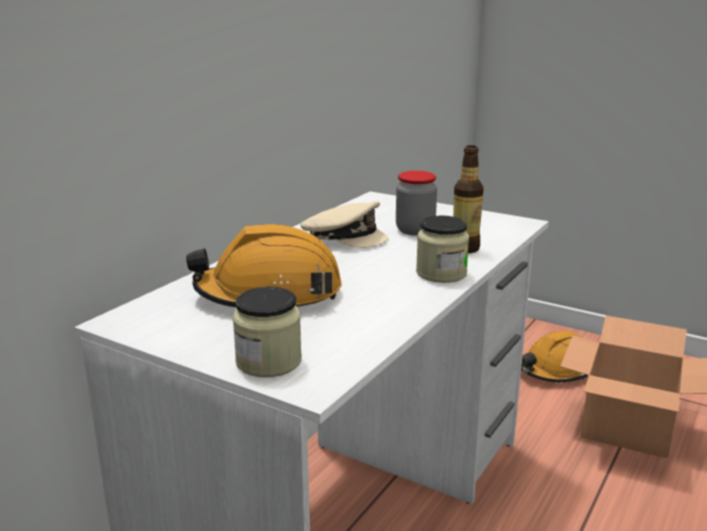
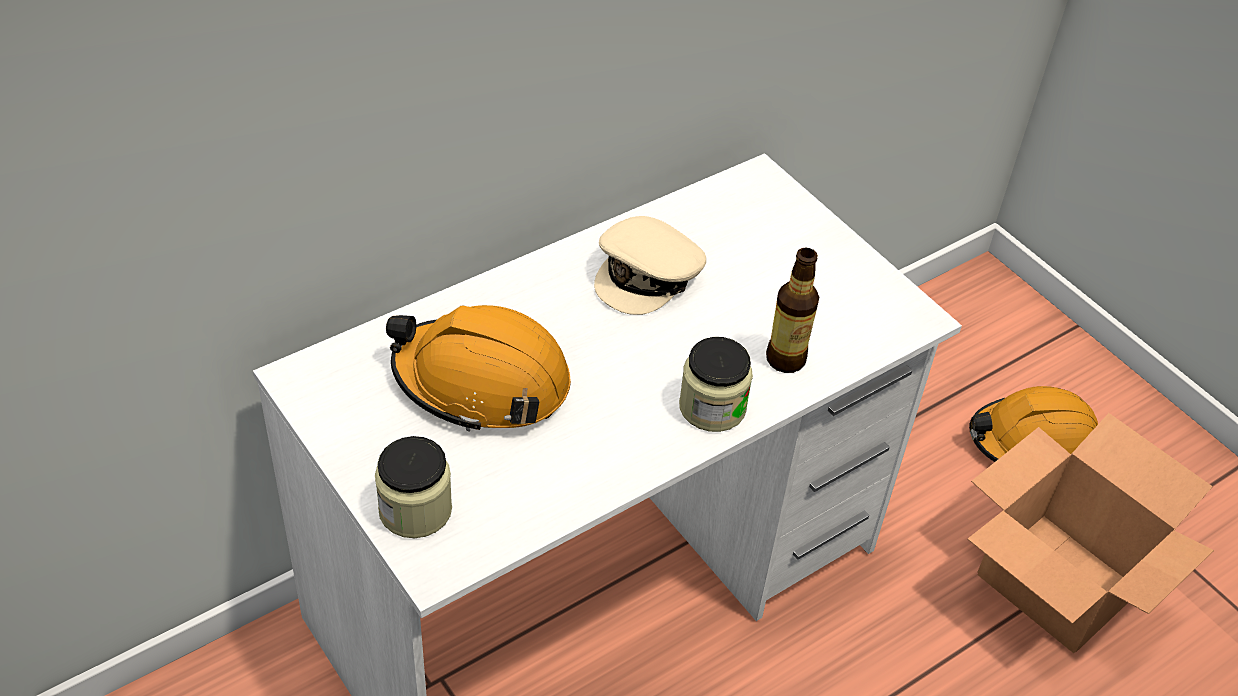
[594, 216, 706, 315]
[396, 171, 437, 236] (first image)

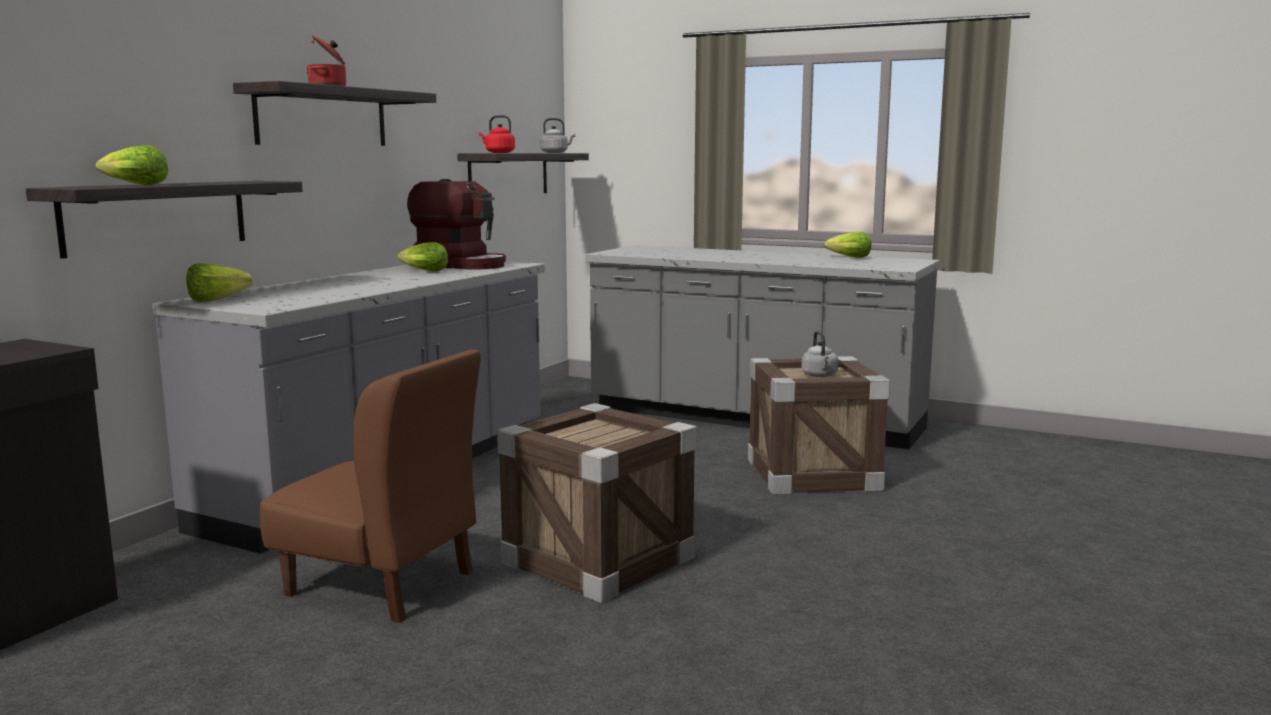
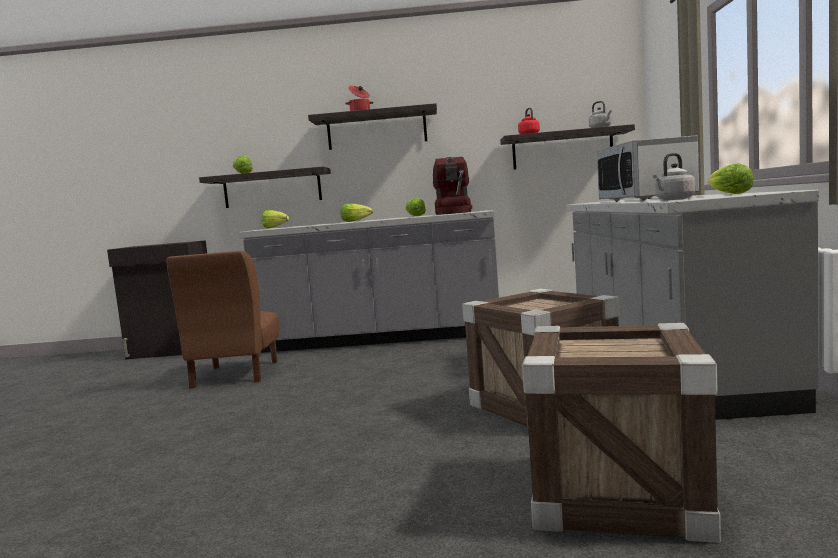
[340, 204, 373, 222]
[522, 323, 721, 543]
[597, 135, 699, 202]
[653, 153, 696, 200]

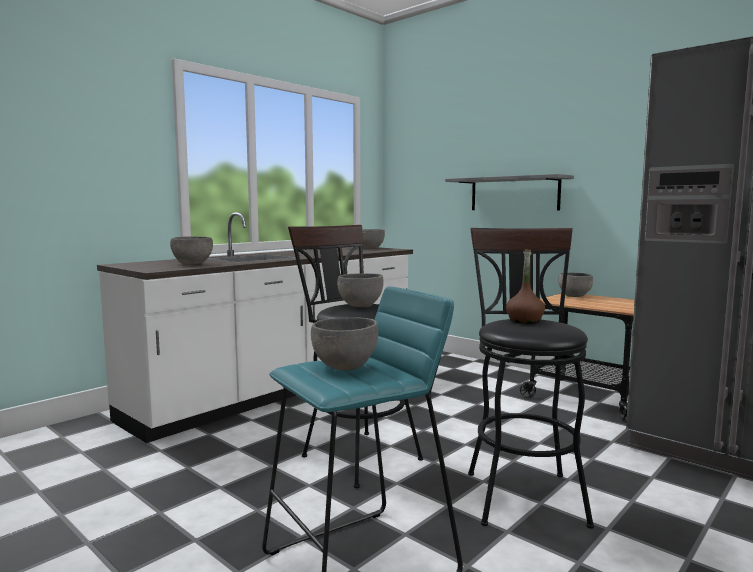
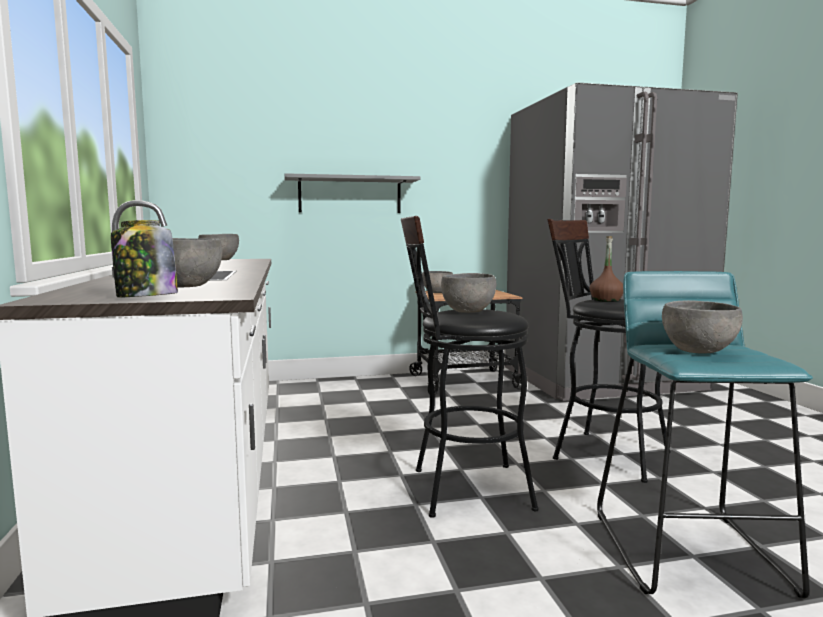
[111, 220, 178, 298]

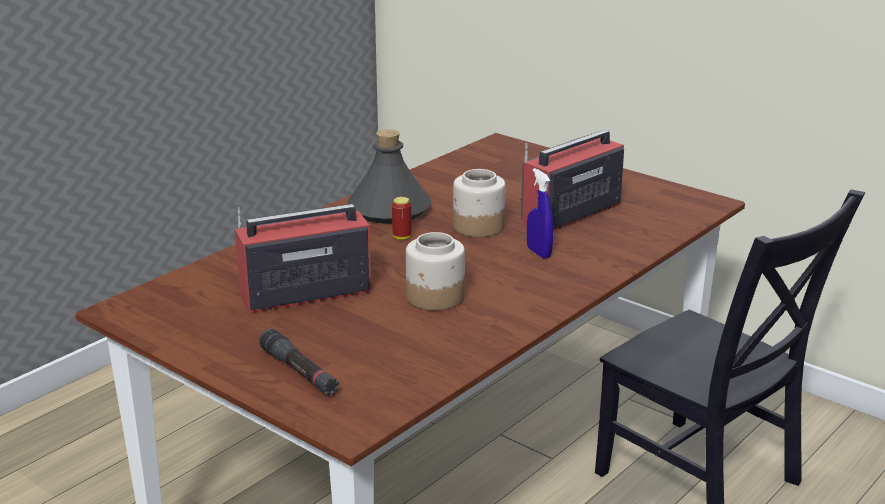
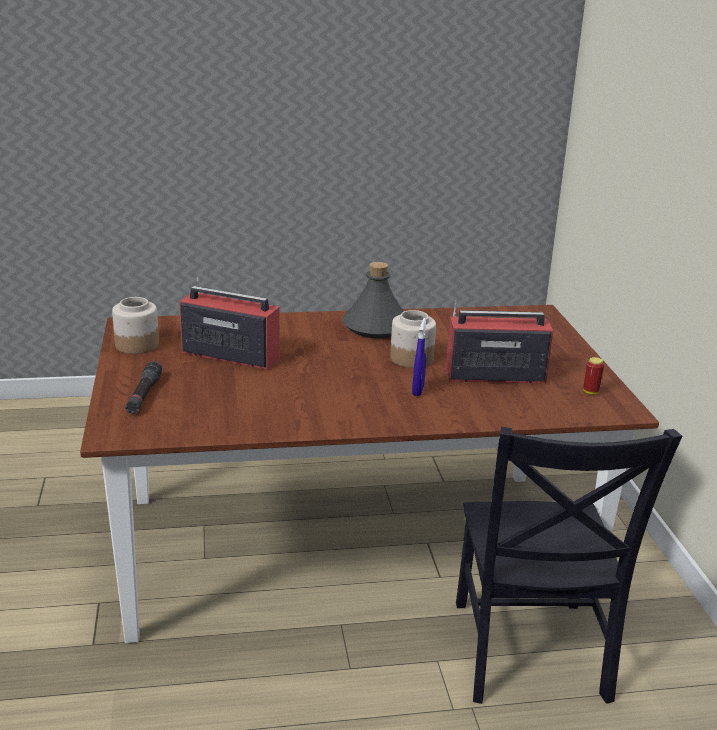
[112, 297, 159, 354]
[583, 357, 604, 395]

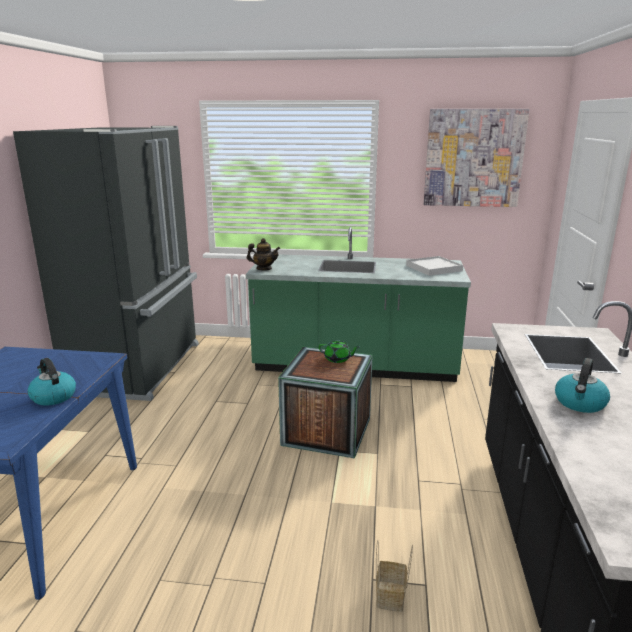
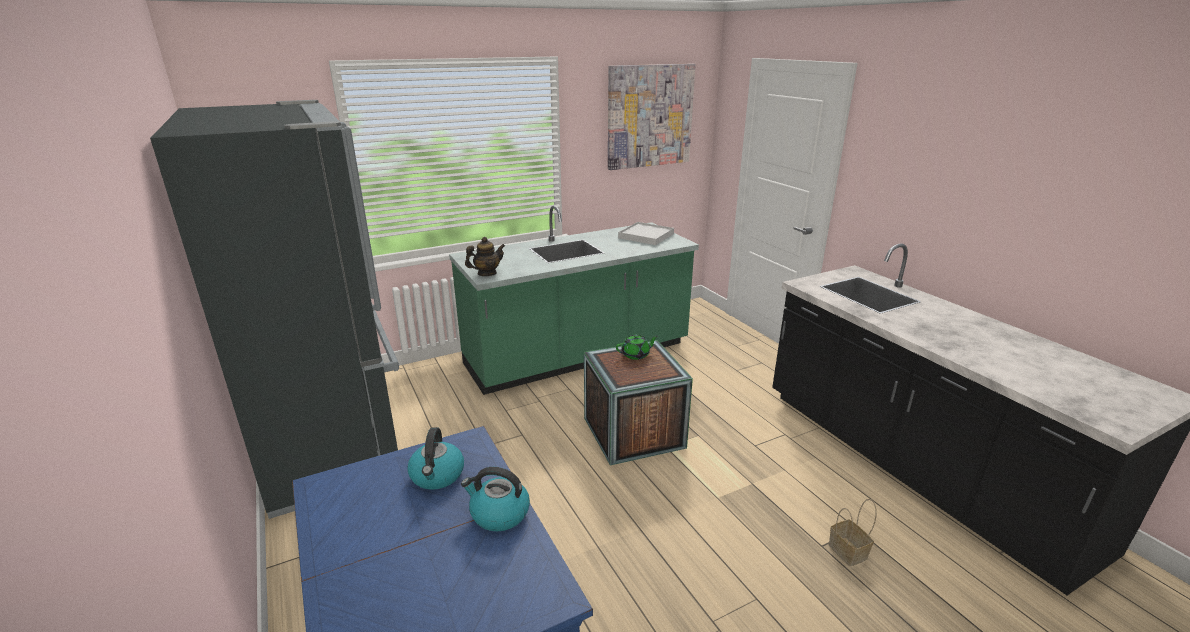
[407, 427, 464, 490]

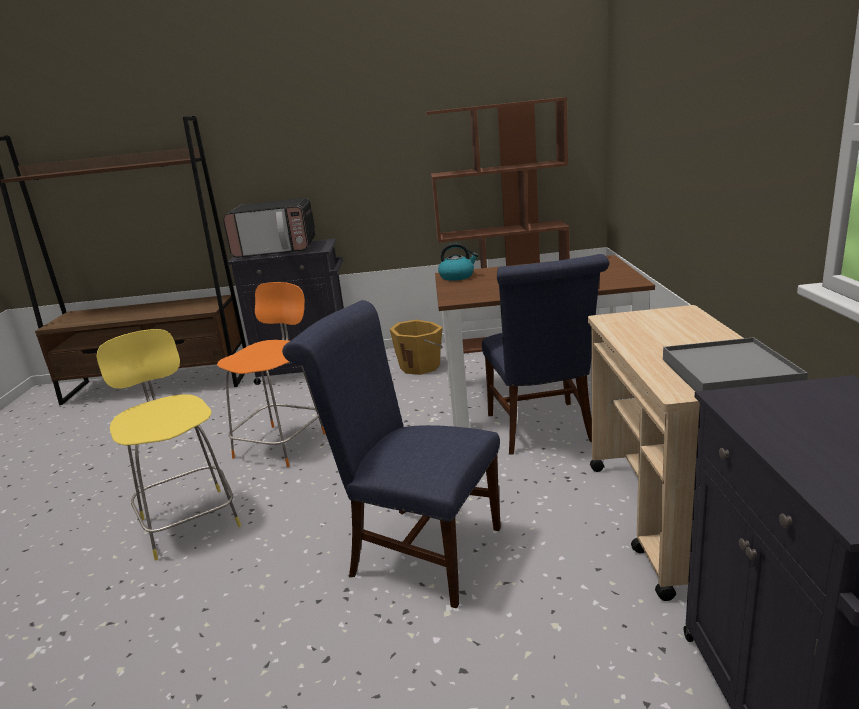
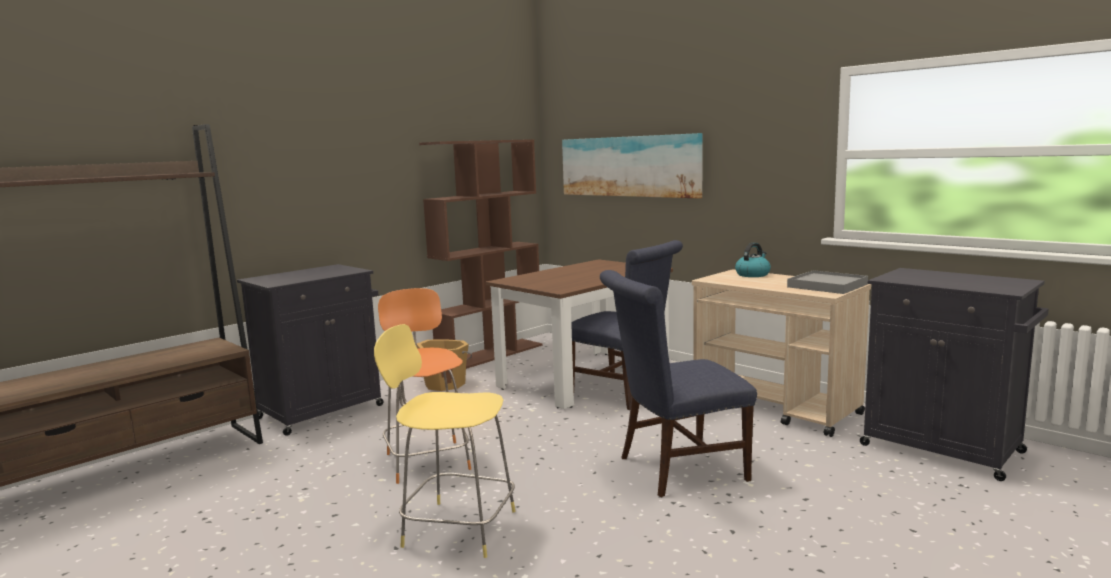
[562, 133, 703, 198]
[735, 242, 771, 277]
[223, 198, 315, 258] (first image)

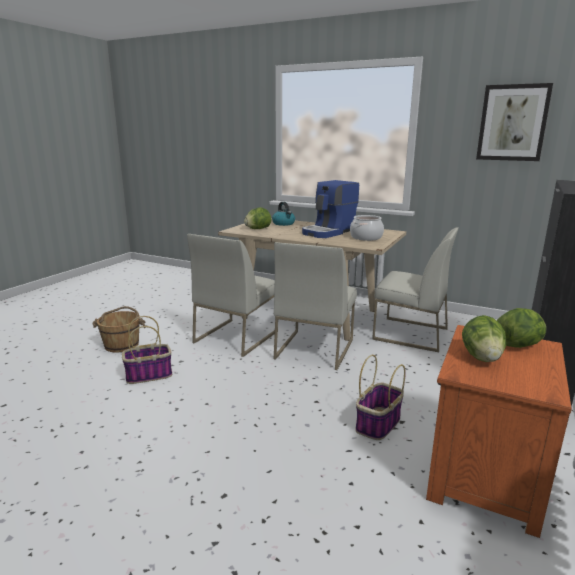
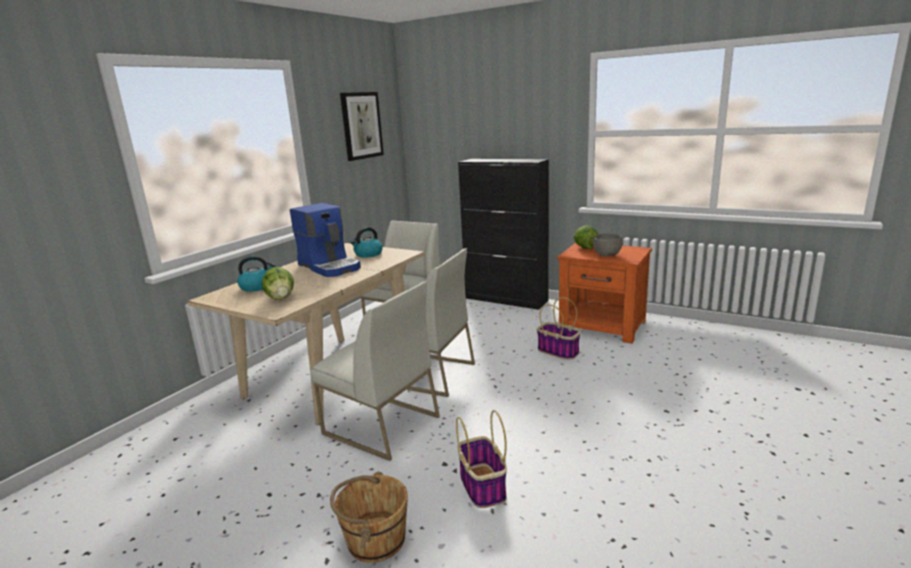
[350, 227, 383, 258]
[593, 233, 623, 257]

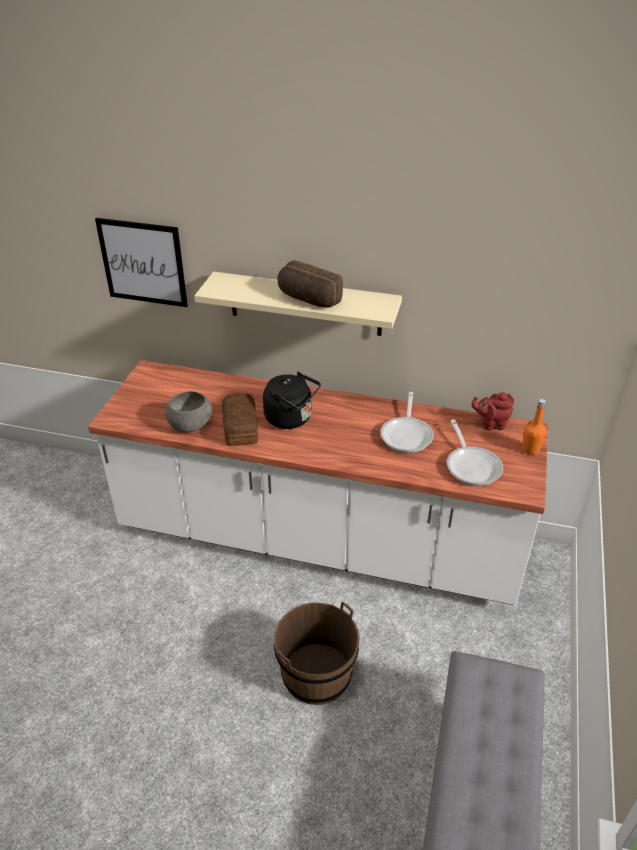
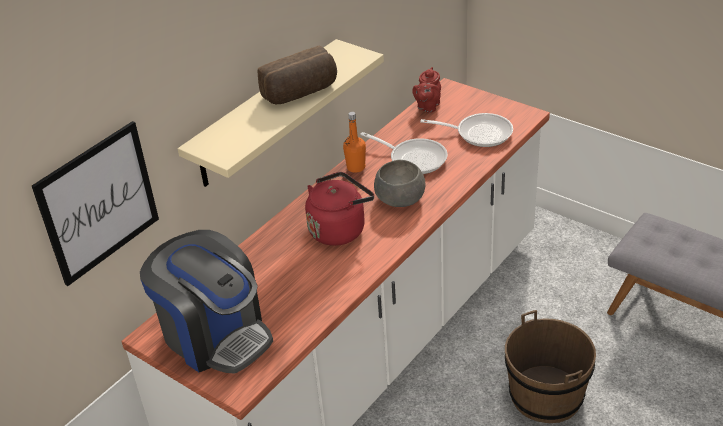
[140, 230, 273, 374]
[305, 172, 374, 246]
[343, 112, 366, 173]
[374, 160, 425, 207]
[222, 393, 258, 446] (first image)

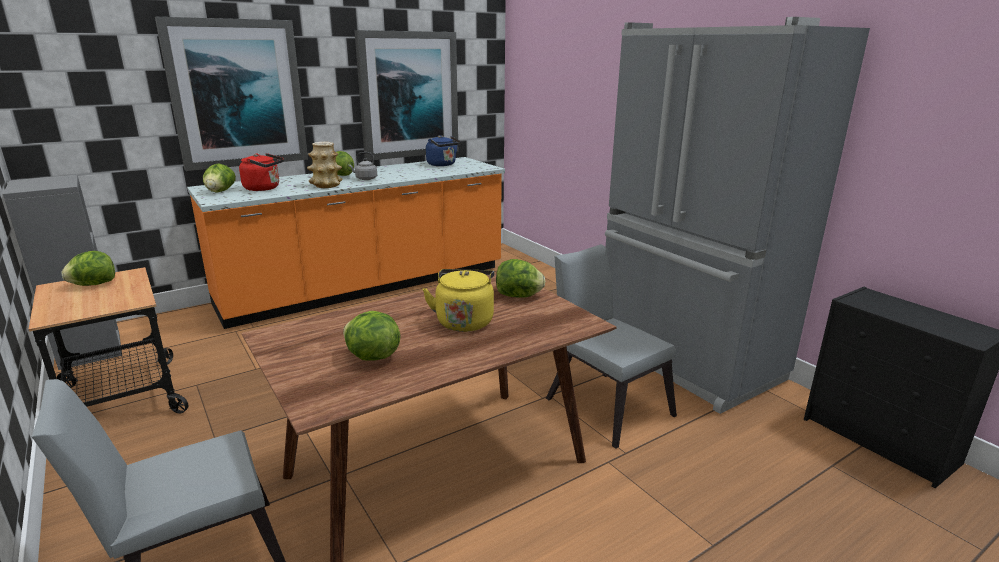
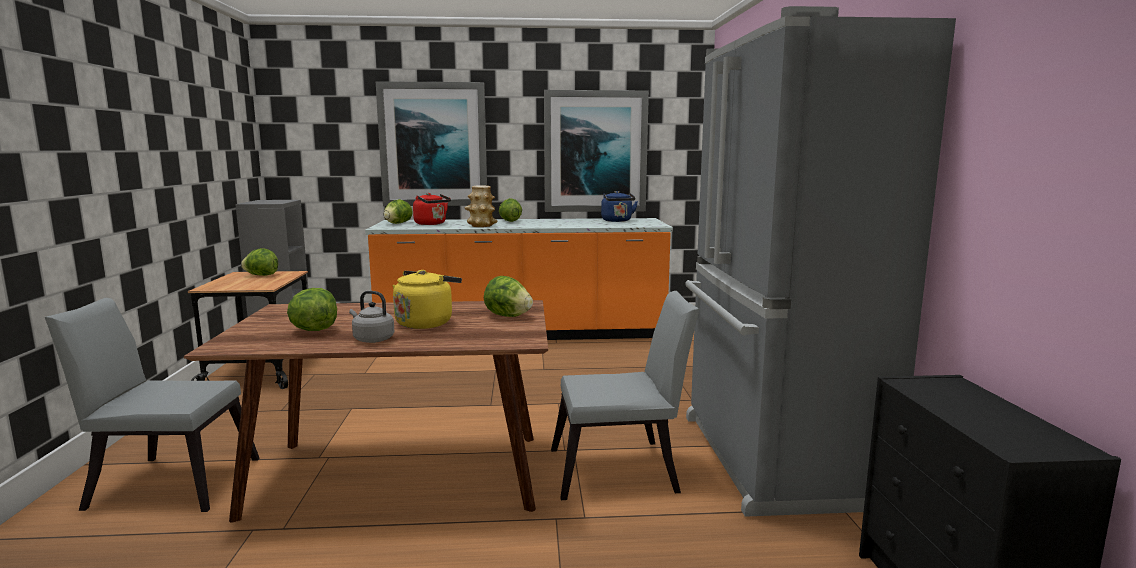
[349, 291, 394, 343]
[551, 291, 699, 500]

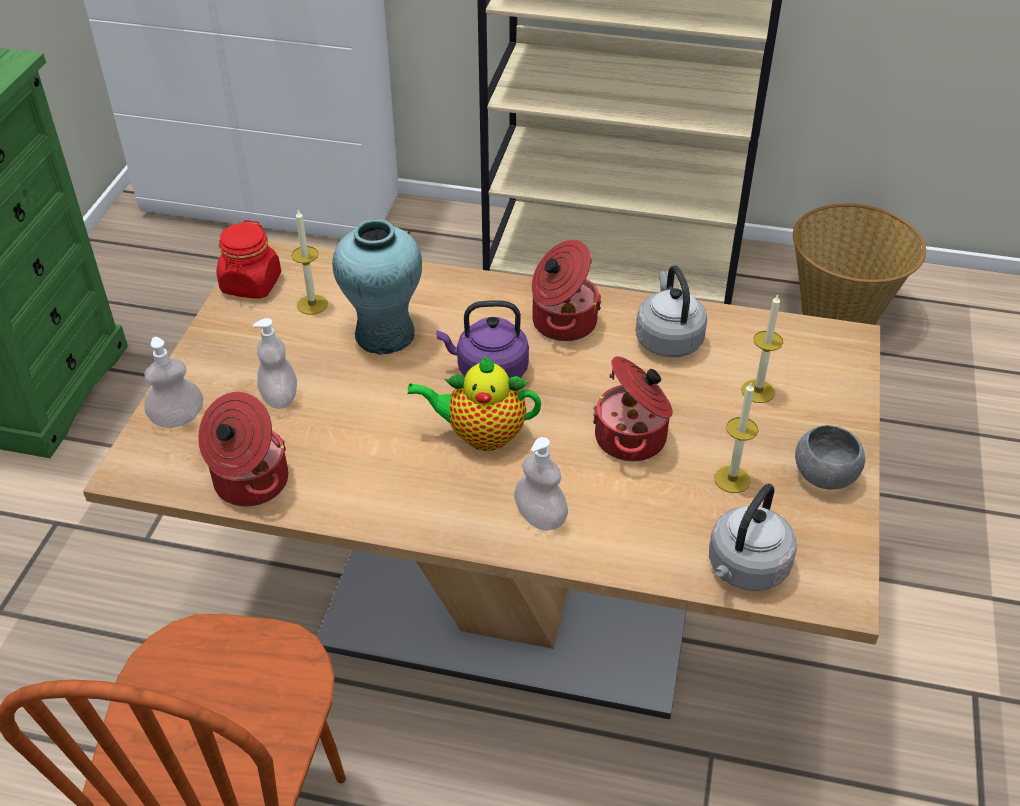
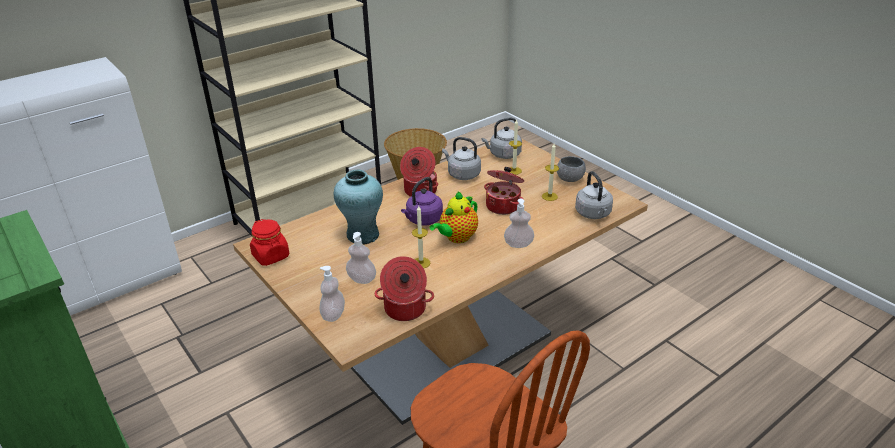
[412, 206, 430, 268]
[481, 118, 522, 159]

